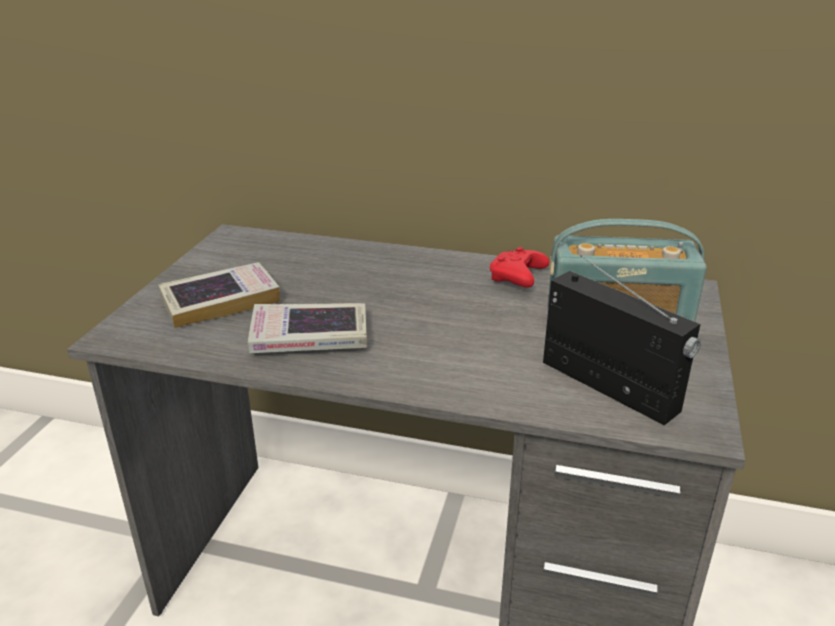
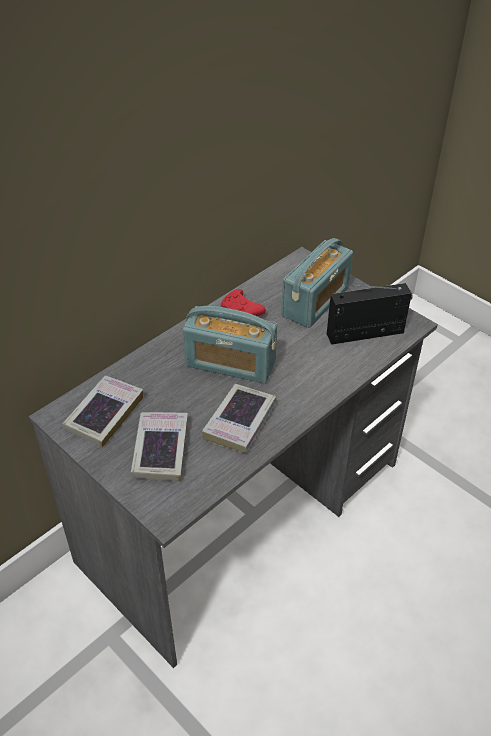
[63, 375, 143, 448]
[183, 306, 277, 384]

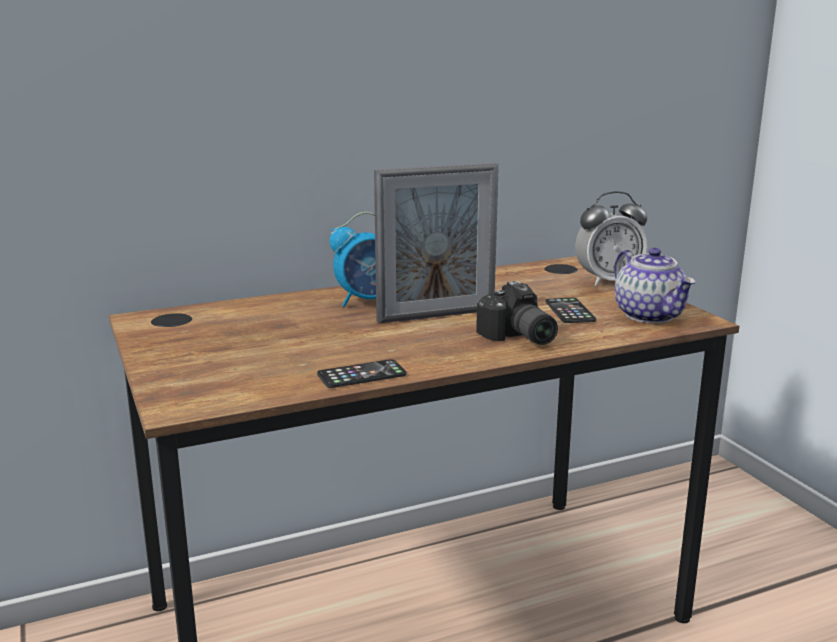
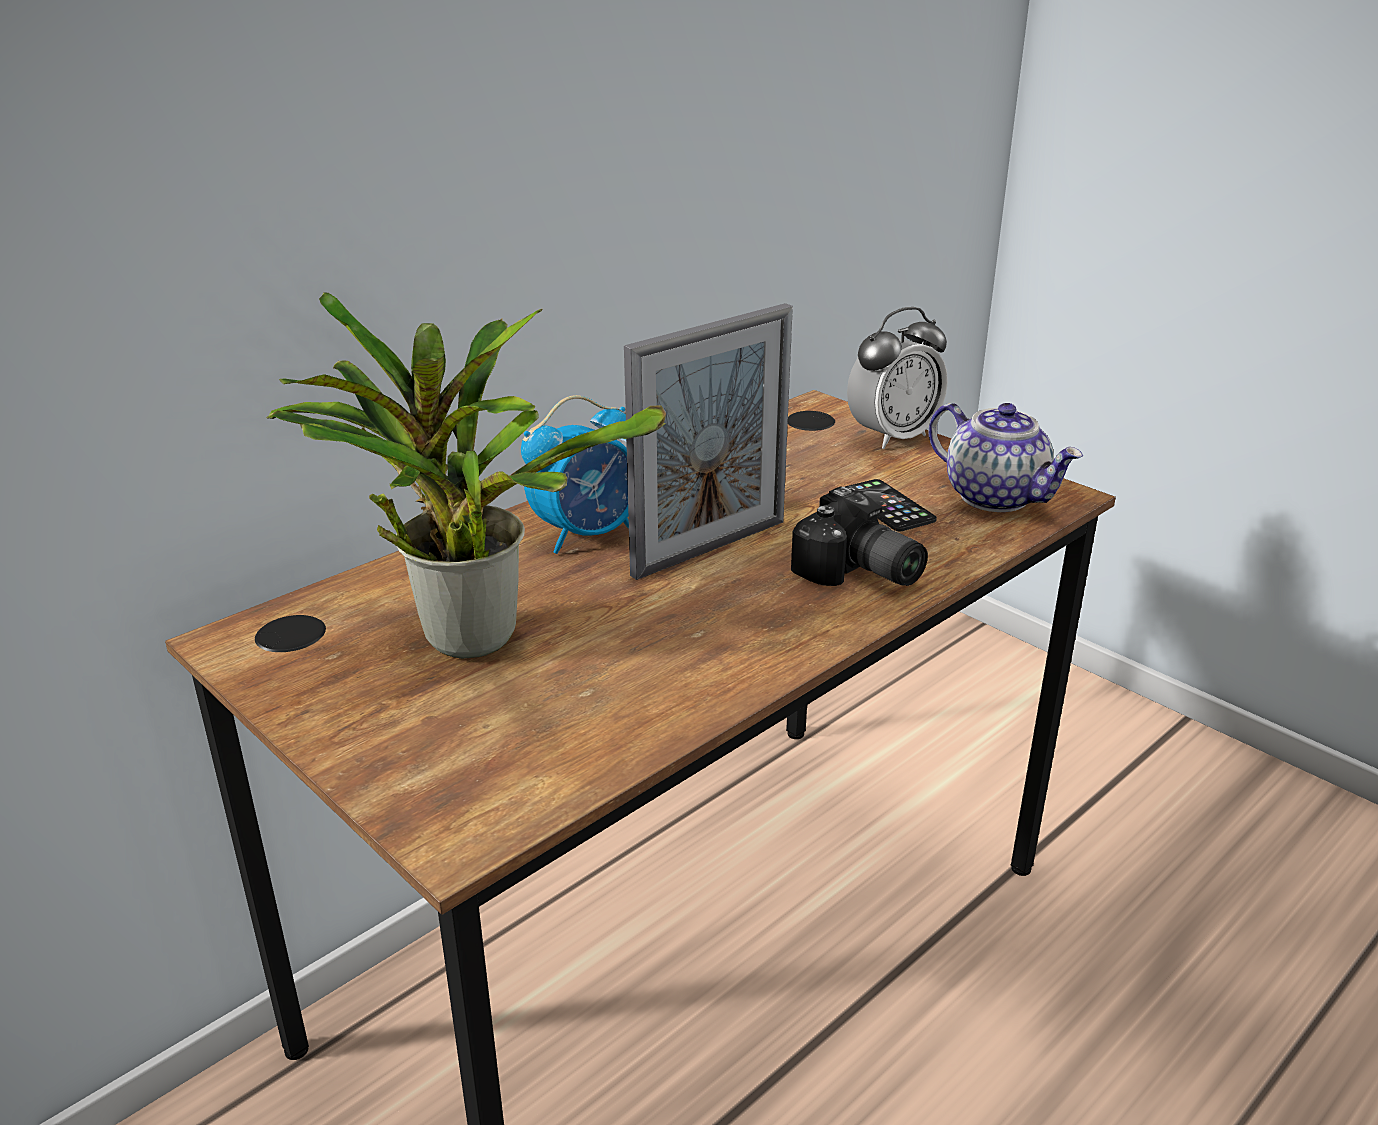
[267, 292, 666, 659]
[317, 359, 407, 388] (first image)

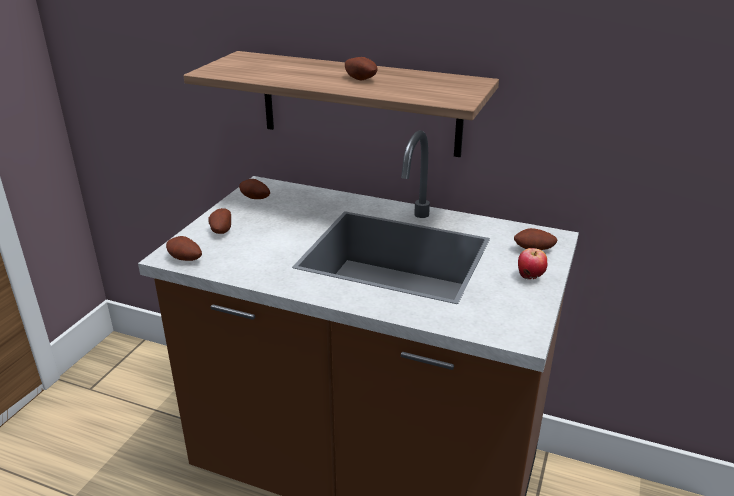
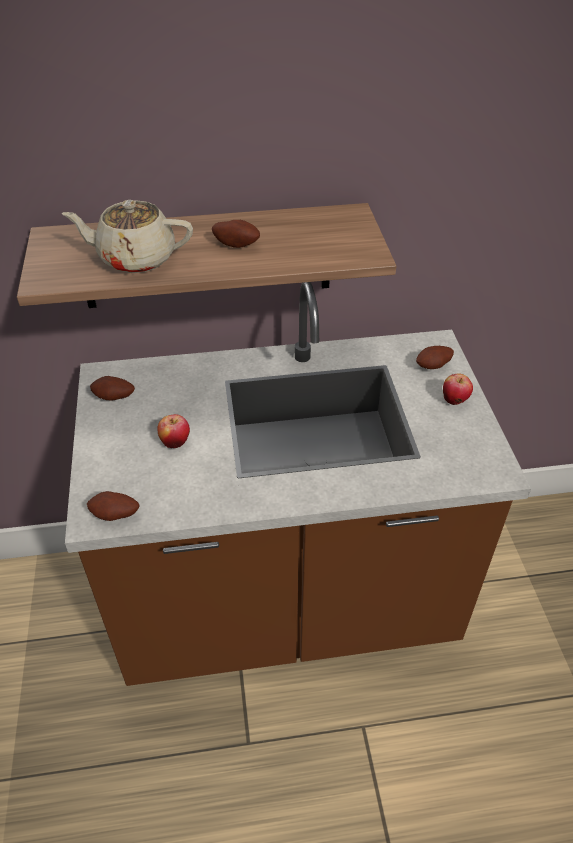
[62, 200, 193, 273]
[157, 414, 190, 448]
[208, 208, 231, 234] (first image)

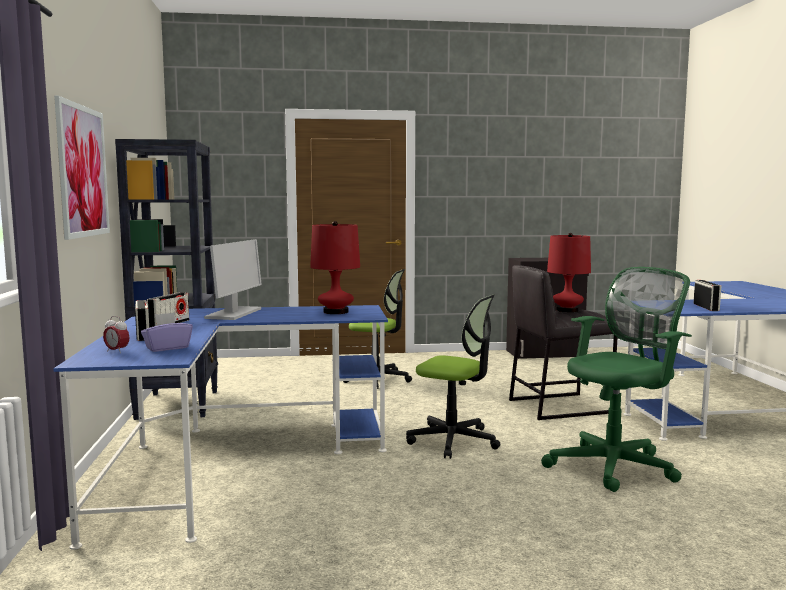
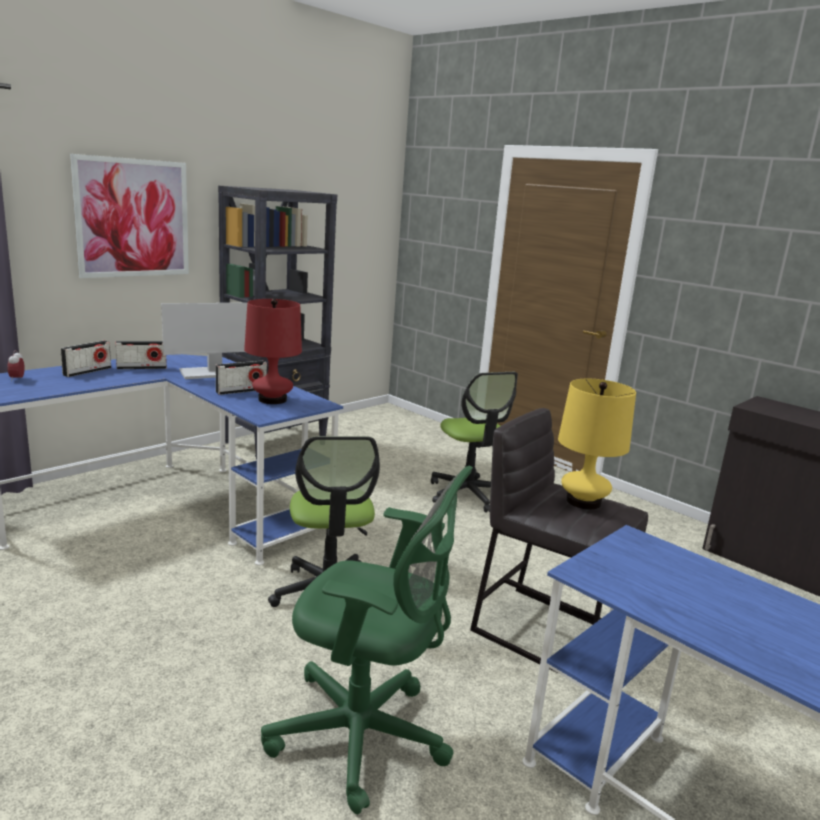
[216, 361, 267, 395]
[558, 379, 636, 509]
[141, 312, 193, 352] (first image)

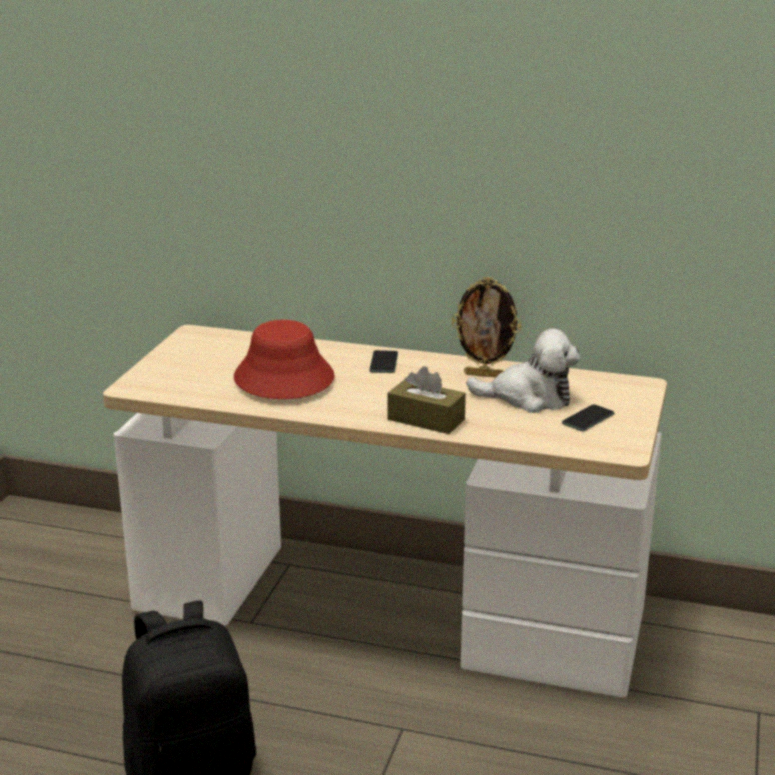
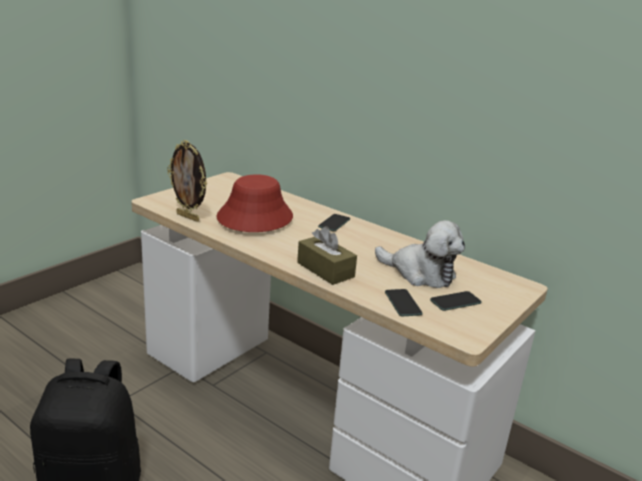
[167, 140, 207, 222]
[385, 289, 423, 316]

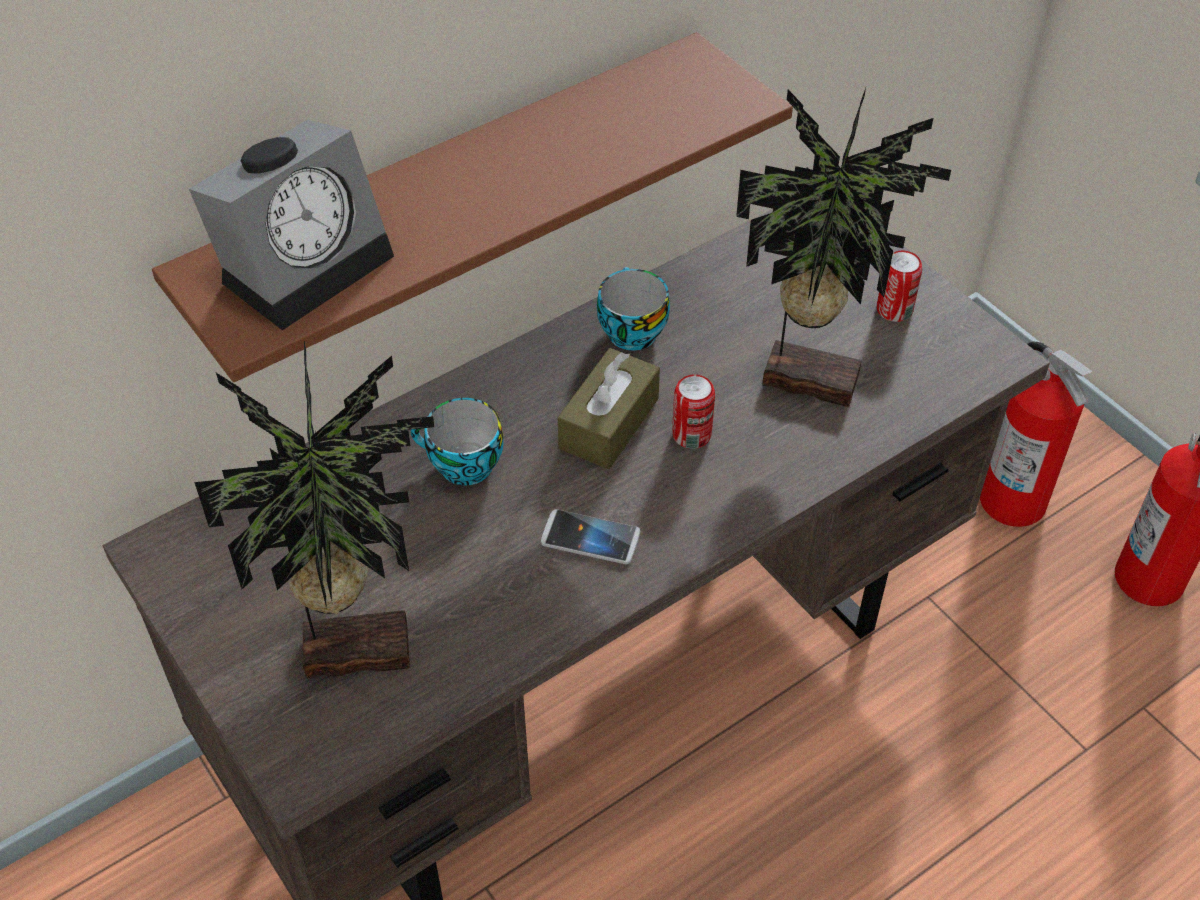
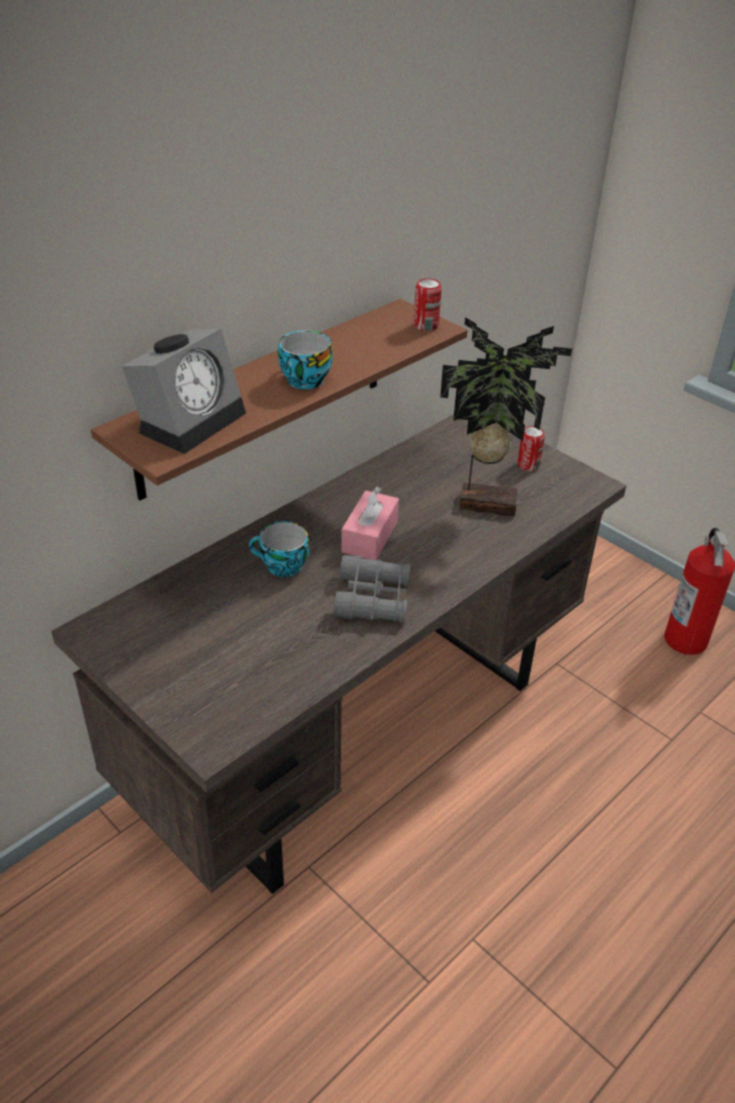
[278, 331, 333, 389]
[334, 555, 410, 623]
[341, 487, 399, 560]
[414, 278, 442, 331]
[194, 341, 434, 679] (first image)
[980, 342, 1093, 527] (first image)

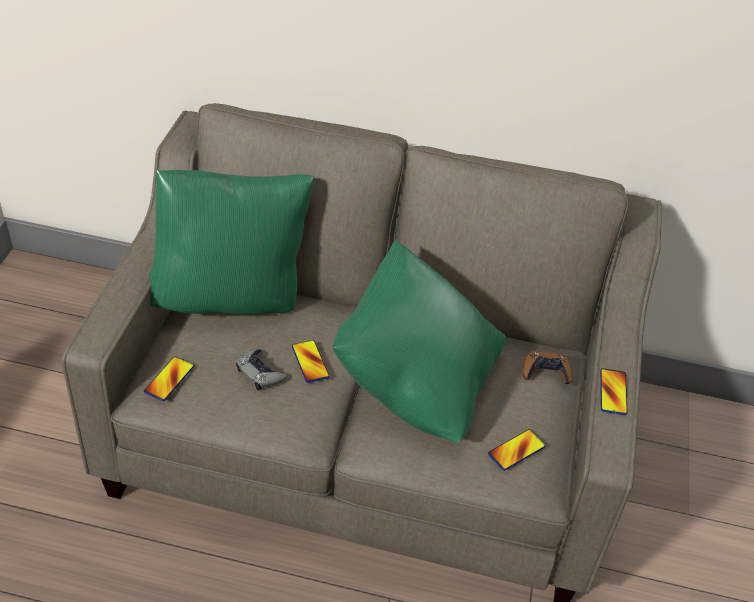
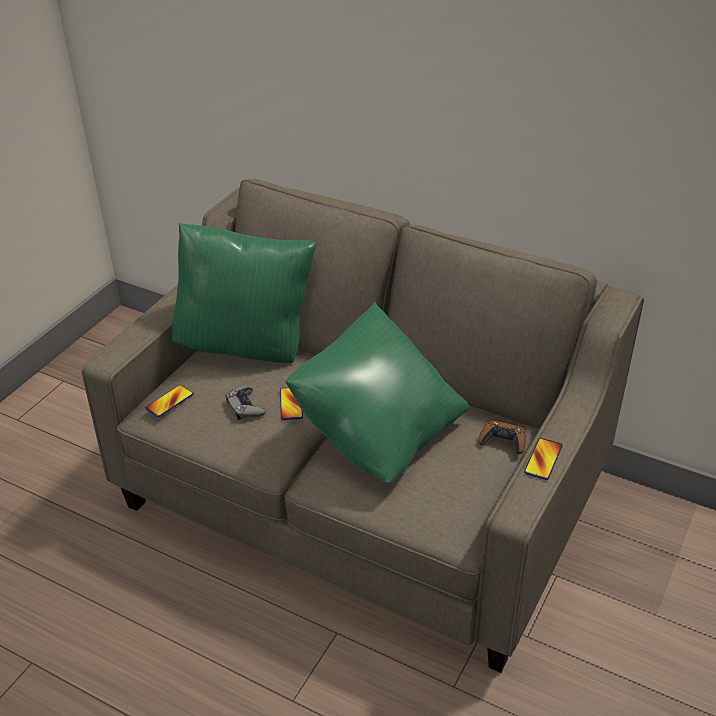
[488, 429, 546, 471] (first image)

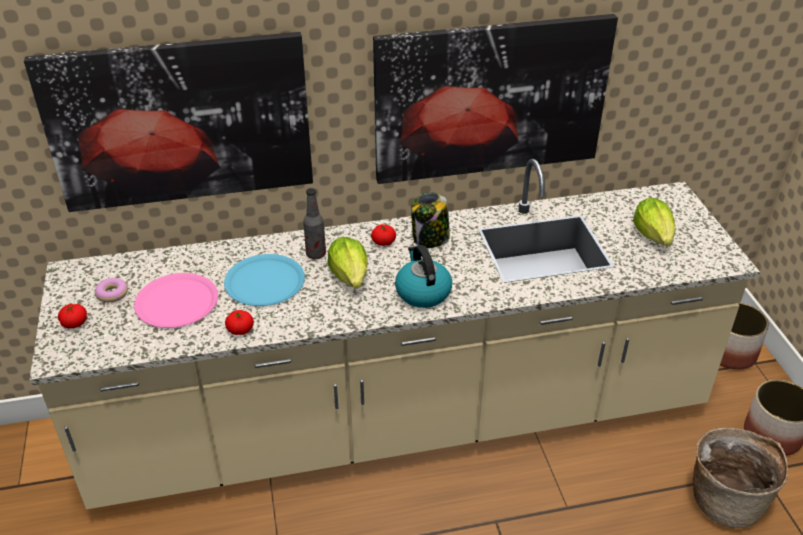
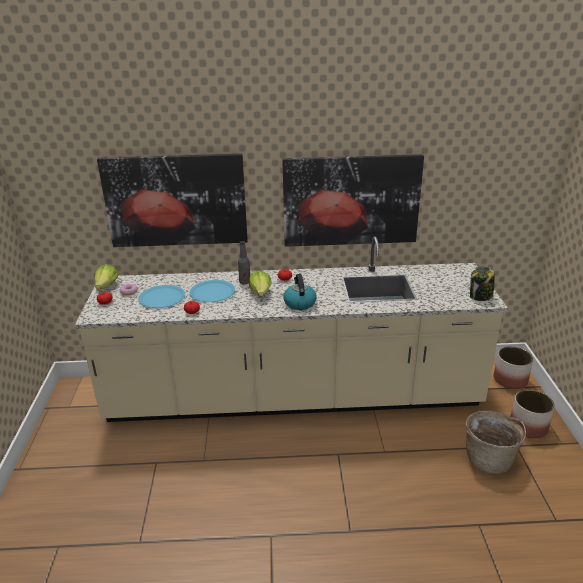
[95, 264, 119, 290]
[138, 285, 185, 308]
[470, 266, 495, 301]

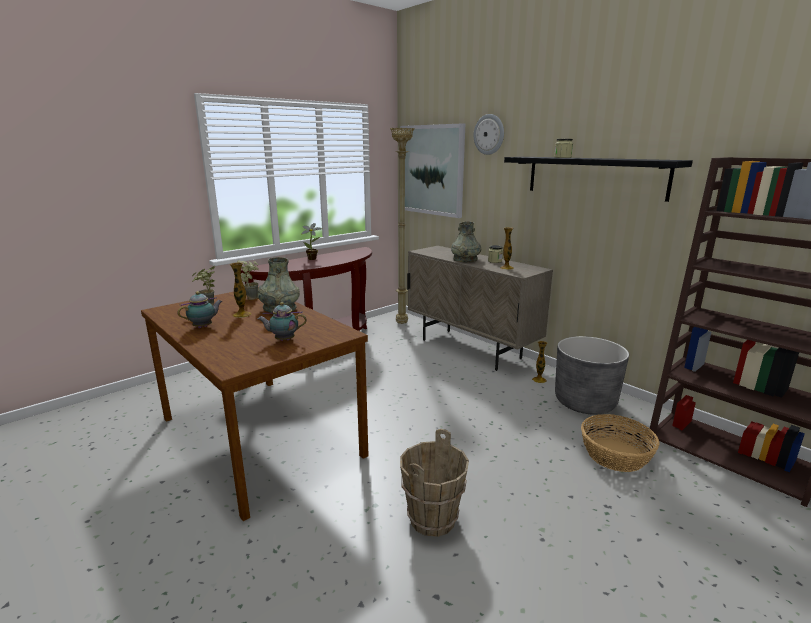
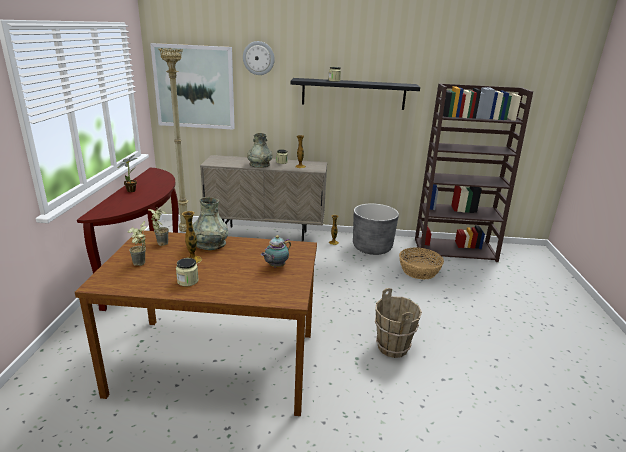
[176, 258, 199, 286]

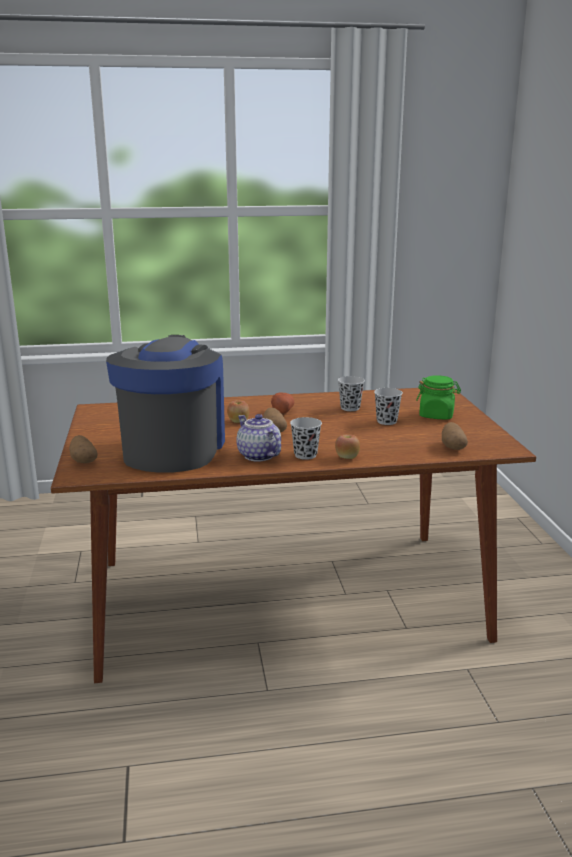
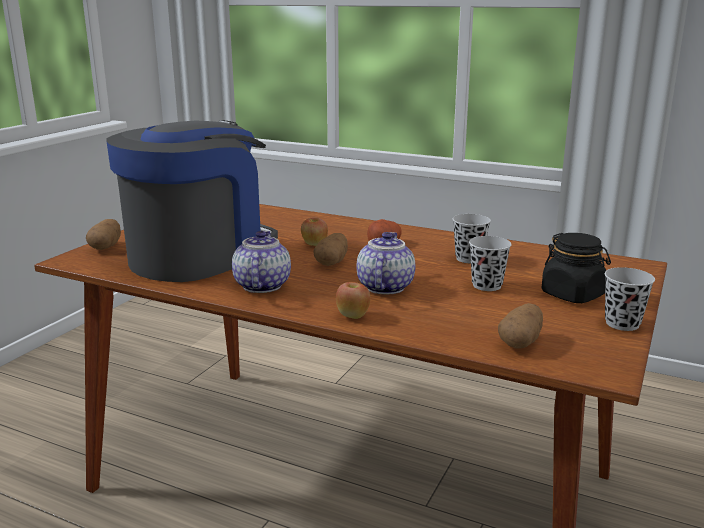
[357, 232, 415, 295]
[542, 233, 611, 303]
[605, 267, 655, 331]

